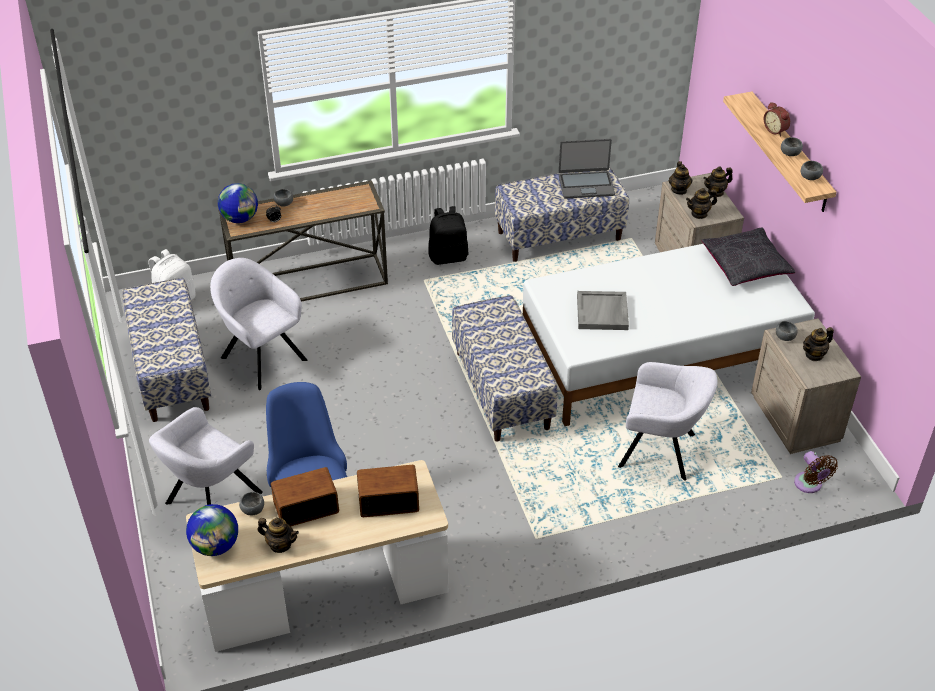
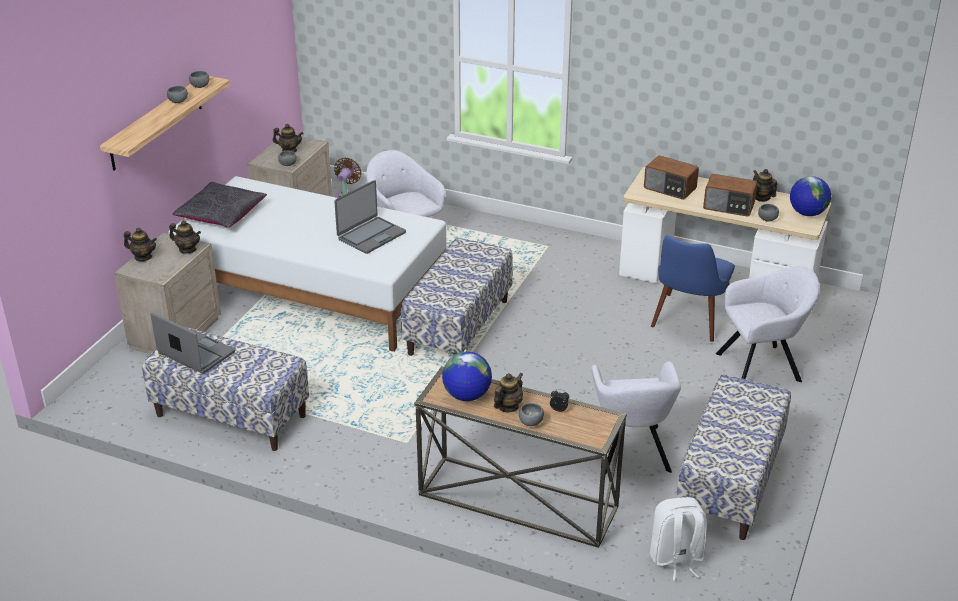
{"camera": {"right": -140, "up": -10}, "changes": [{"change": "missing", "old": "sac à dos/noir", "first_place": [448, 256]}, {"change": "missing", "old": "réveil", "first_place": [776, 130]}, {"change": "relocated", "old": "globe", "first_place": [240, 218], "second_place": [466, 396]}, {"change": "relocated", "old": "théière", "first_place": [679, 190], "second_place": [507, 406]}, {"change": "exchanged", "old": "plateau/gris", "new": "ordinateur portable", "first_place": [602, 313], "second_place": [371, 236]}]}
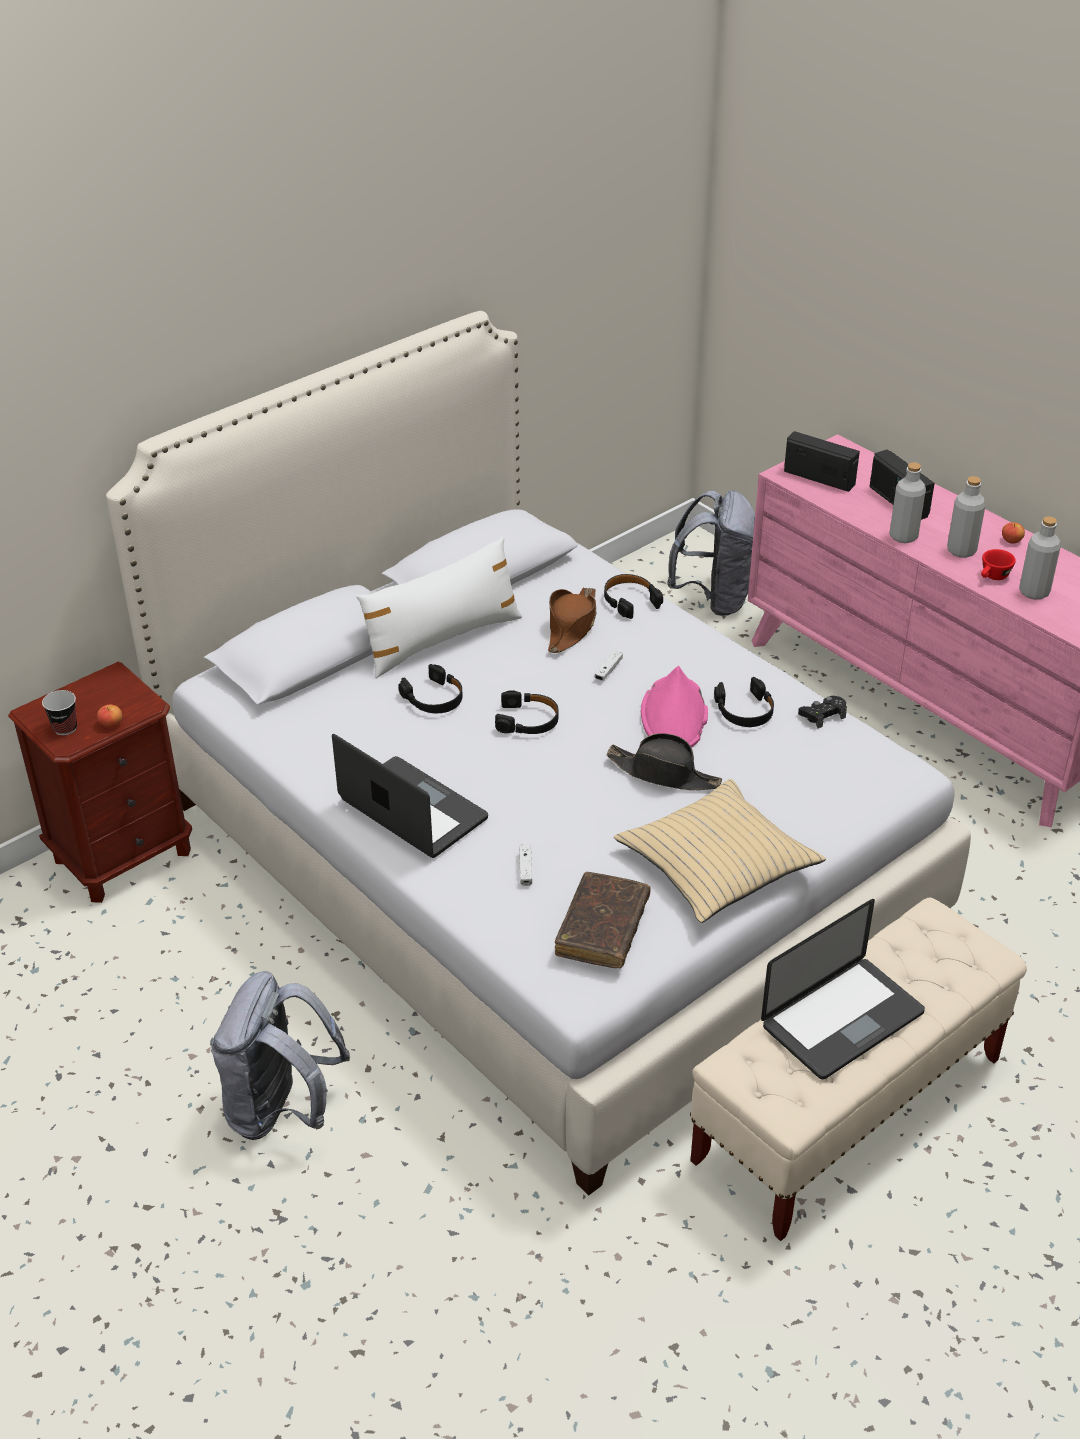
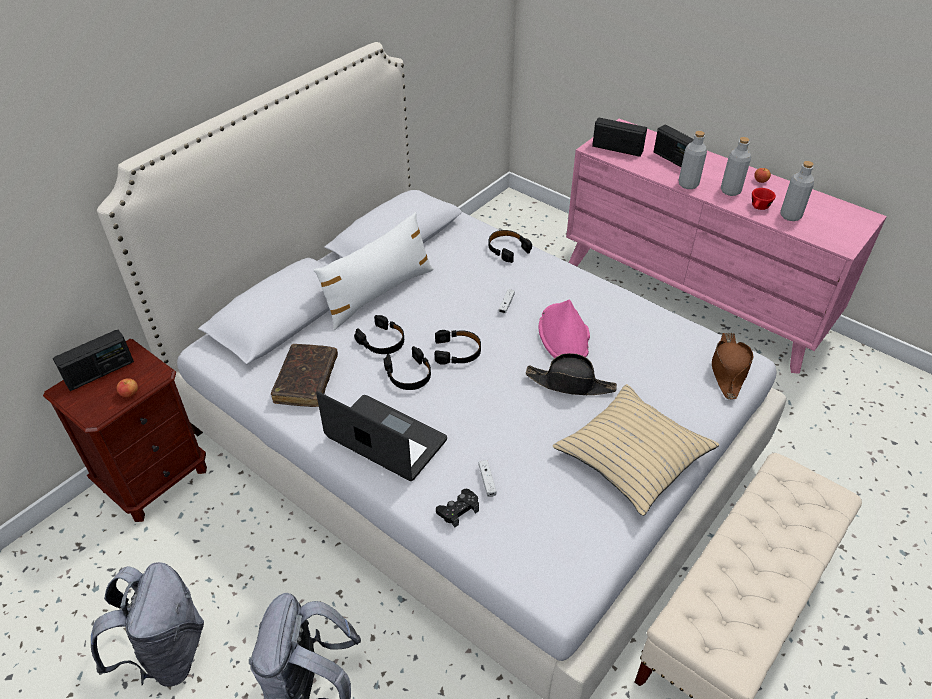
{"camera": {"right": -10, "up": 5}, "changes": [{"change": "missing", "old": "tasse", "first_place": [65, 728]}, {"change": "missing", "old": "ordinateur portable", "first_place": [842, 1020]}, {"change": "appeared", "new": "radio", "second_place": [100, 372]}, {"change": "relocated", "old": "chapeau/marron", "first_place": [572, 626], "second_place": [728, 370]}, {"change": "relocated", "old": "livre/marron", "first_place": [602, 929], "second_place": [306, 381]}, {"change": "relocated", "old": "sac à dos/gris", "first_place": [714, 598], "second_place": [167, 653]}, {"change": "relocated", "old": "casque audio/noir", "first_place": [745, 711], "second_place": [409, 375]}, {"change": "relocated", "old": "manette/noir", "first_place": [823, 715], "second_place": [458, 510]}]}
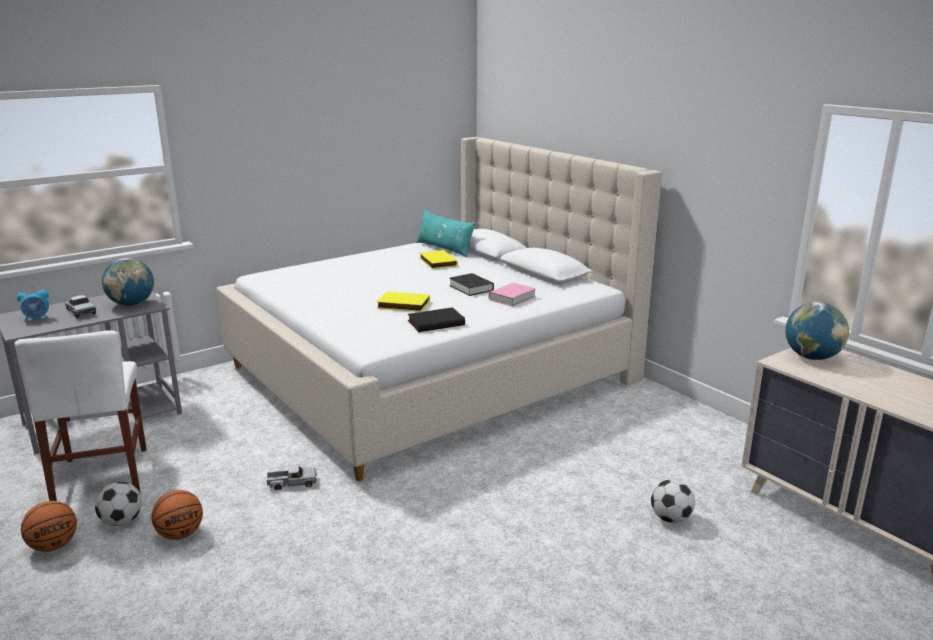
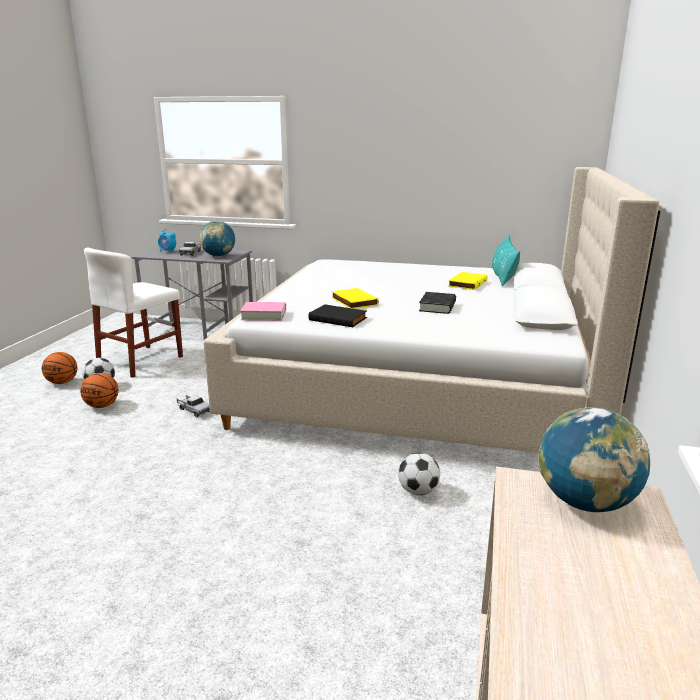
{"camera": {"right": 50, "up": 0}, "changes": [{"change": "relocated", "old": "livre/rose", "first_place": [512, 298], "second_place": [264, 315]}, {"change": "relocated", "old": "ballon de foot", "first_place": [671, 519], "second_place": [418, 491]}]}
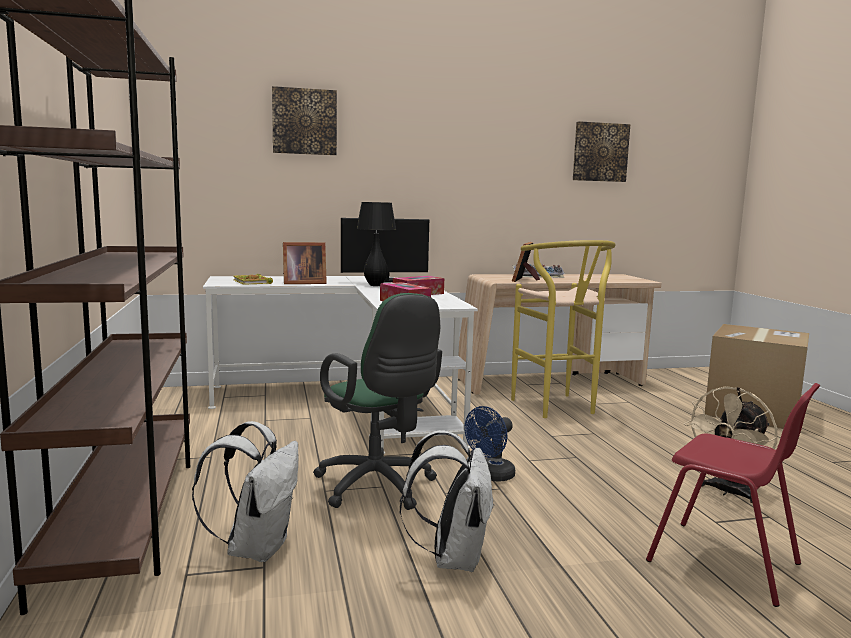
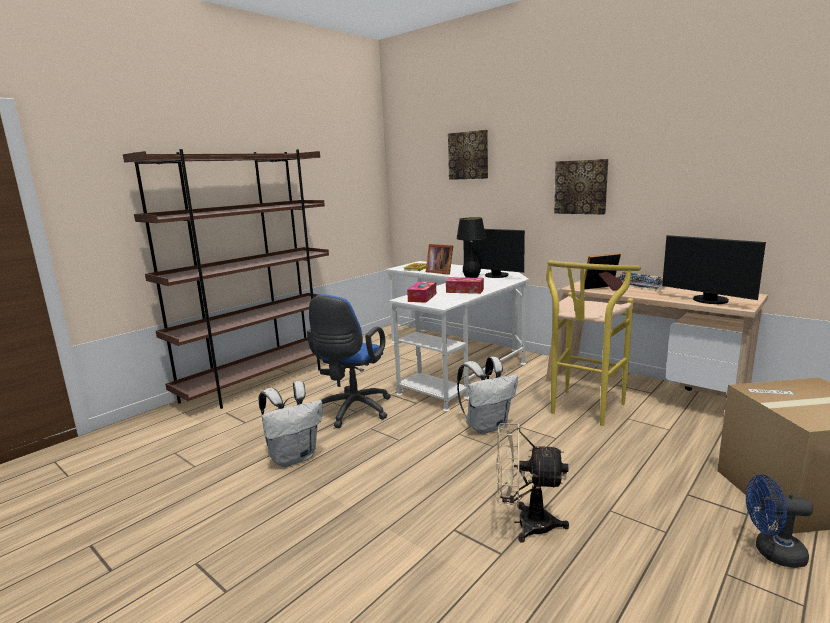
{"camera": {"right": 55, "up": 5}, "changes": [{"change": "missing", "old": "chaise/rouge", "first_place": [725, 563]}, {"change": "appeared", "new": "écran d'ordinateur", "second_place": [709, 301]}, {"change": "relocated", "old": "sac à dos/blanc", "first_place": [256, 548], "second_place": [487, 426]}, {"change": "relocated", "old": "ventilateur/bleu", "first_place": [491, 476], "second_place": [772, 552]}, {"change": "relocated", "old": "tableau", "first_place": [600, 152], "second_place": [581, 187]}, {"change": "colour", "old": "chaise de bureau/vert", "new": "chaise de bureau/bleu", "first_place": [378, 488], "second_place": [352, 411]}]}
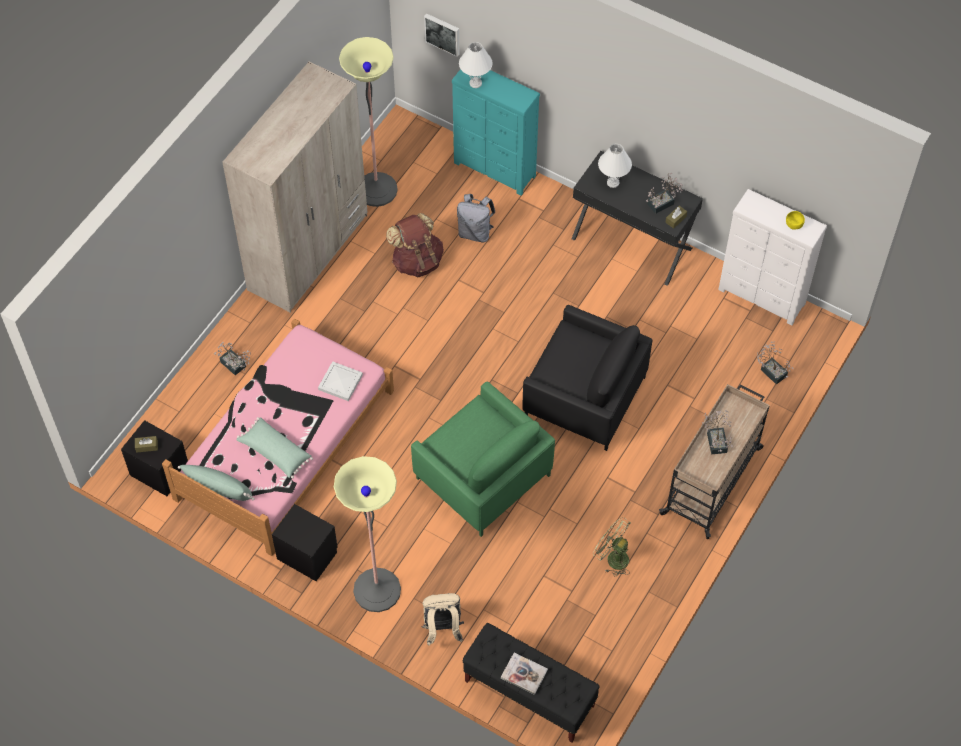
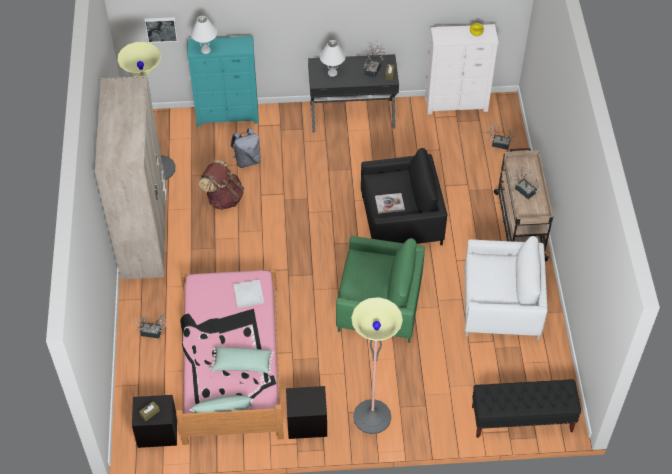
{"camera": {"right": -35, "up": -5}, "changes": [{"change": "missing", "old": "sac à dos/beige", "first_place": [442, 629]}, {"change": "relocated", "old": "livre", "first_place": [524, 674], "second_place": [389, 204]}, {"change": "exchanged", "old": "ventilateur/vert", "new": "fauteuil/blanc", "first_place": [613, 557], "second_place": [501, 306]}]}
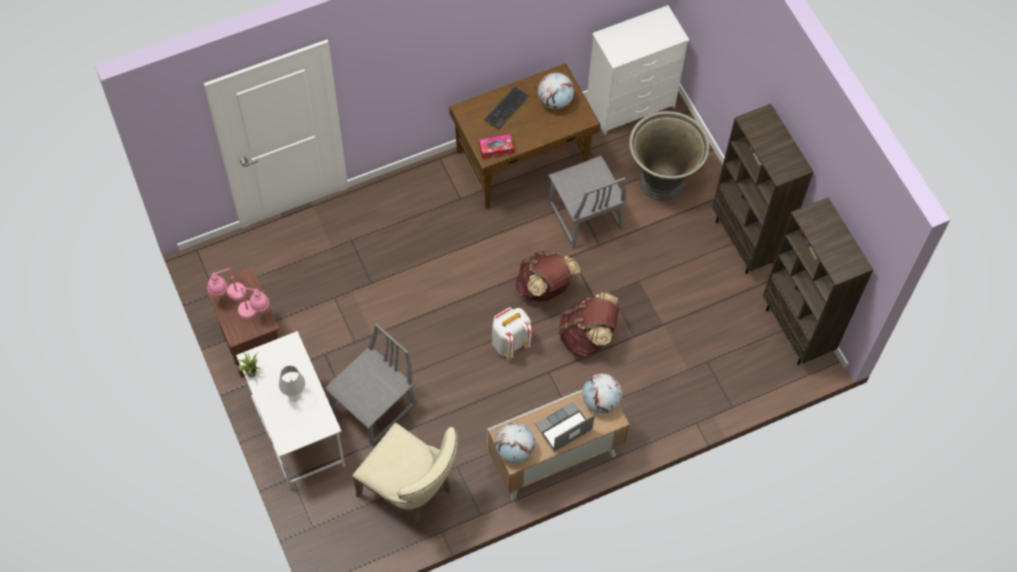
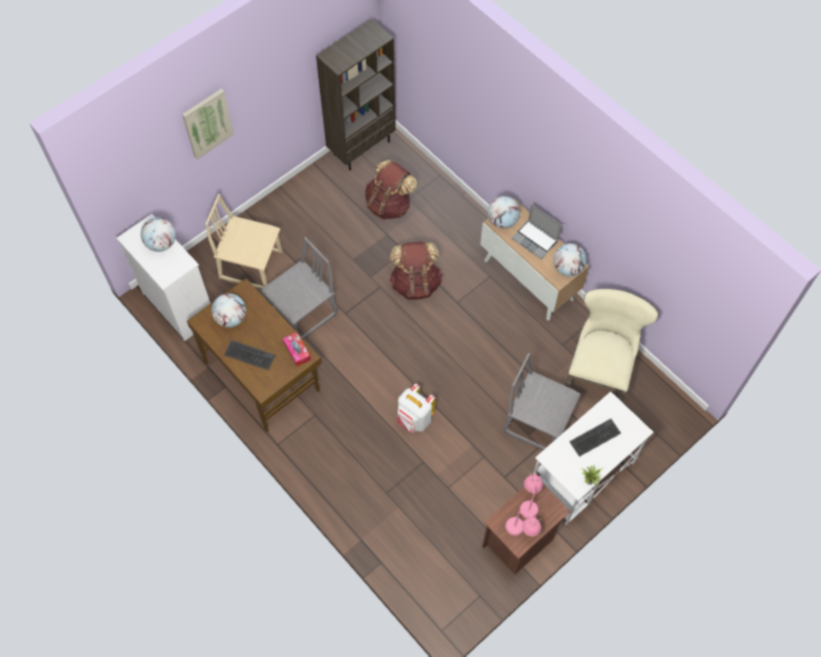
{"camera": {"right": -105, "up": 0}, "changes": [{"change": "missing", "old": "bibliothèque/marron", "first_place": [745, 242]}, {"change": "appeared", "new": "globe", "second_place": [161, 243]}, {"change": "appeared", "new": "tableau", "second_place": [207, 123]}, {"change": "relocated", "old": "sac à dos/blanc", "first_place": [510, 343], "second_place": [414, 419]}, {"change": "relocated", "old": "sac à dos/marron", "first_place": [545, 288], "second_place": [389, 204]}, {"change": "exchanged", "old": "lampe de table/blanc", "new": "clavier", "first_place": [294, 395], "second_place": [595, 438]}, {"change": "exchanged", "old": "cache-pot/gris", "new": "chaise/beige", "first_place": [662, 181], "second_place": [251, 264]}]}
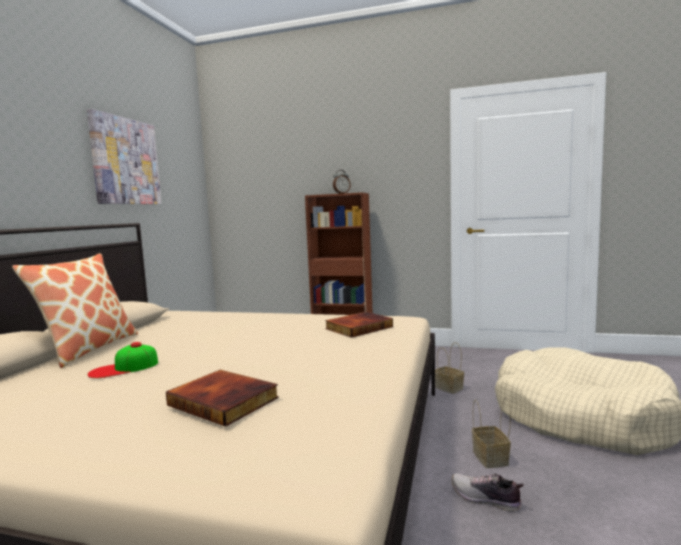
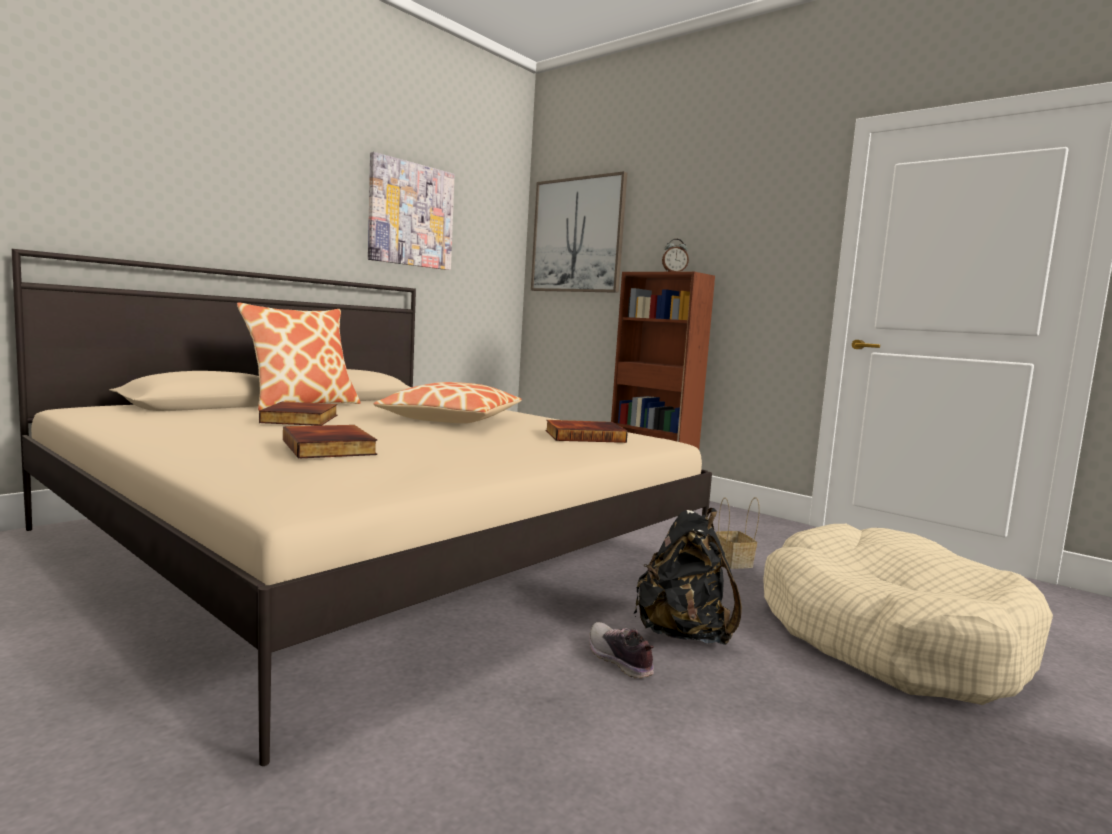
{"camera": {"right": 25, "up": 0}, "changes": [{"change": "appeared", "new": "coussin", "second_place": [451, 419]}, {"change": "appeared", "new": "tableau", "second_place": [577, 235]}, {"change": "exchanged", "old": "casquette", "new": "livre", "first_place": [124, 368], "second_place": [302, 419]}, {"change": "exchanged", "old": "panier", "new": "sac à dos/noir", "first_place": [491, 458], "second_place": [683, 634]}]}
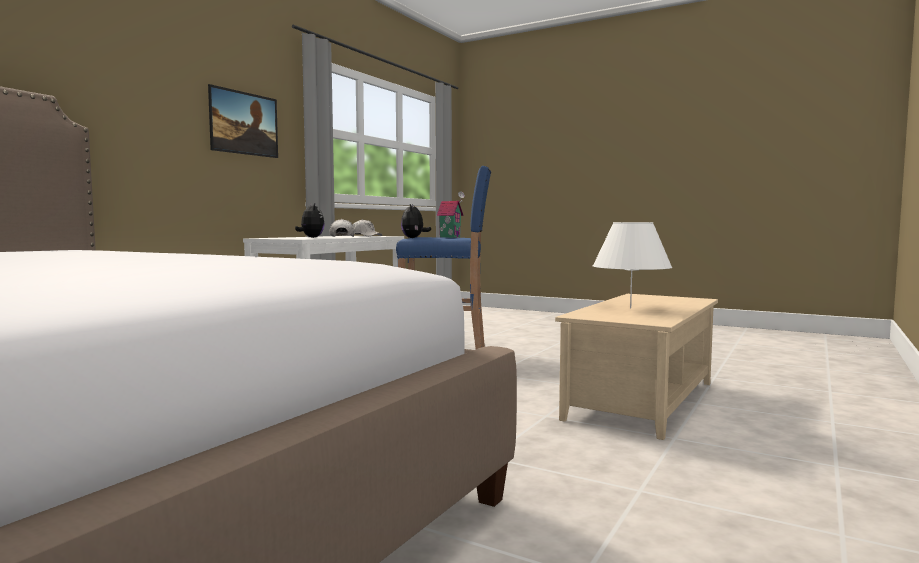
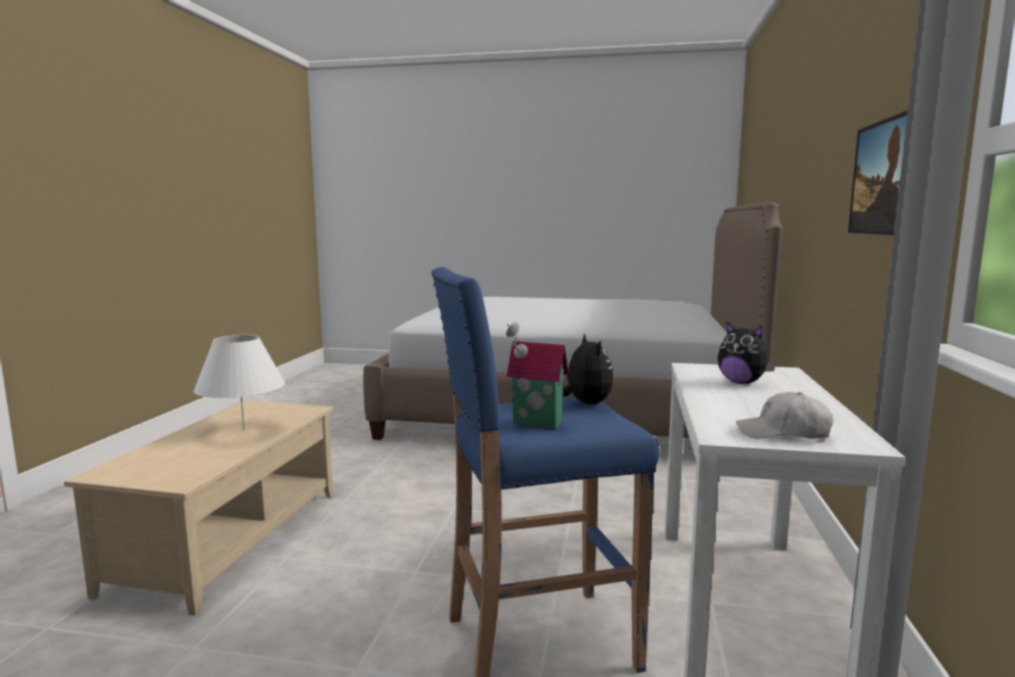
{"camera": {"right": 160, "up": 5}, "changes": [{"change": "missing", "old": "casquette/blanc", "first_place": [342, 237]}]}
